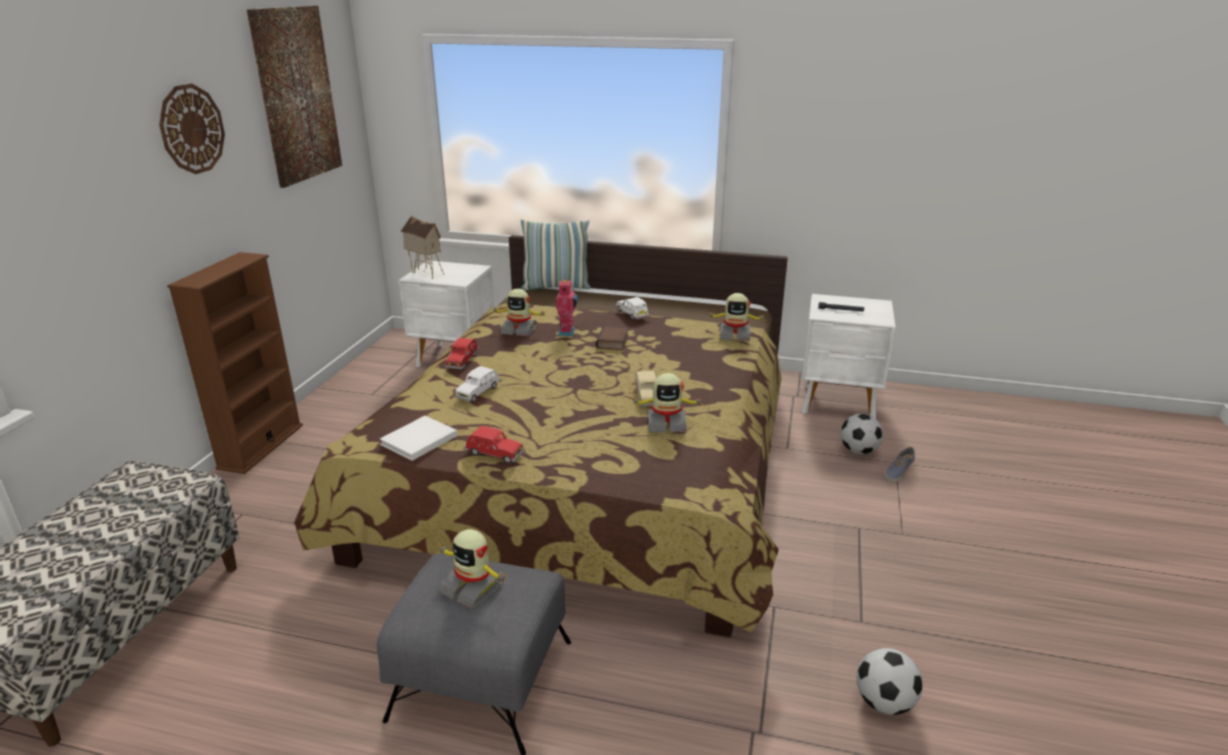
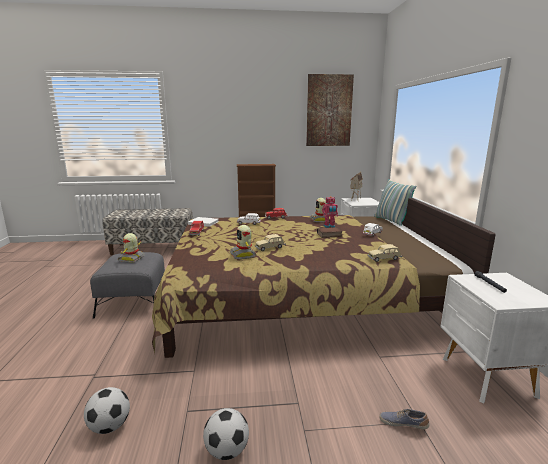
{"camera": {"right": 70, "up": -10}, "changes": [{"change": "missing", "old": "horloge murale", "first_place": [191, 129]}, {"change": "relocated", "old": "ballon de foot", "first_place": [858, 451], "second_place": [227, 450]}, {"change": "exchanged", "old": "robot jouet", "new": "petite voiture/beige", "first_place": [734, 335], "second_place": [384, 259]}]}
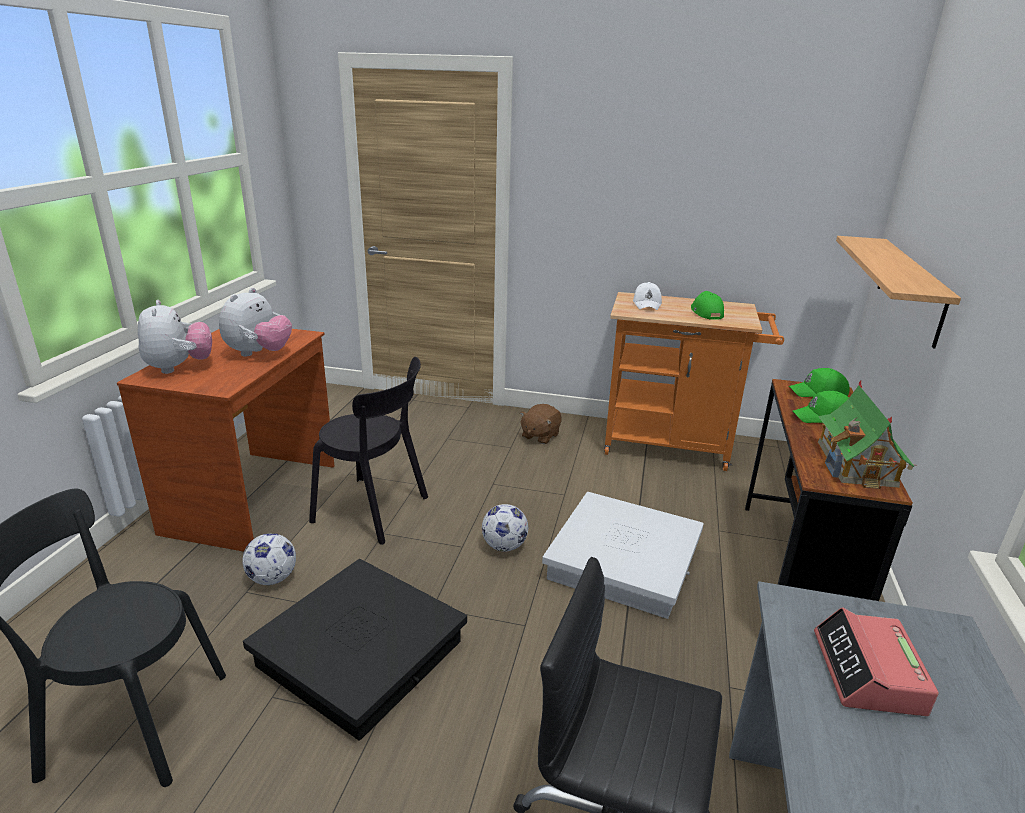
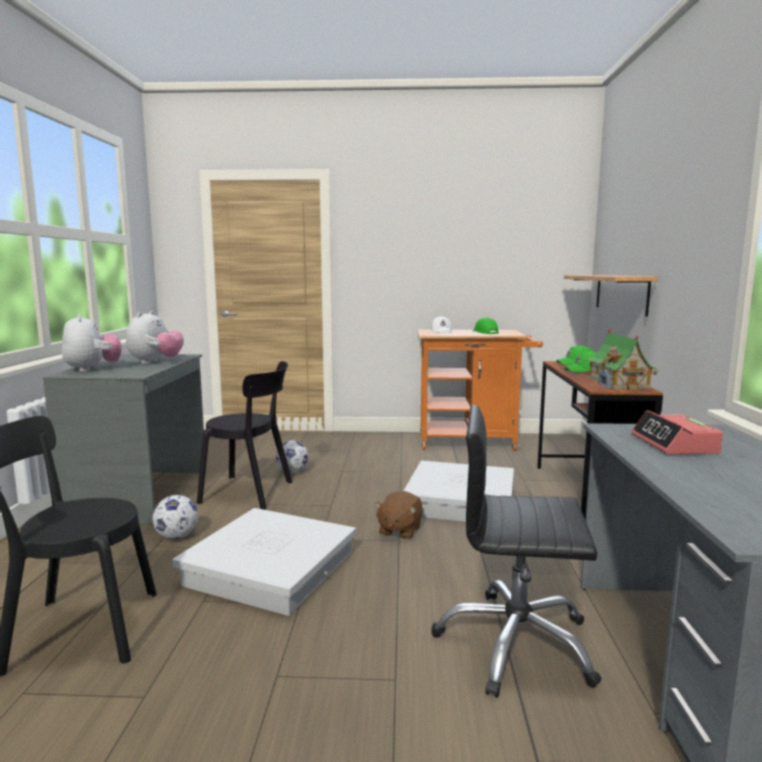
{"camera": {"right": -10, "up": -15}, "changes": [{"change": "relocated", "old": "ballon de foot", "first_place": [504, 546], "second_place": [292, 472]}, {"change": "relocated", "old": "peluche/marron", "first_place": [540, 436], "second_place": [399, 530]}, {"change": "colour", "old": "bureau/marron", "new": "bureau/gris", "first_place": [254, 498], "second_place": [142, 495]}, {"change": "colour", "old": "boîte de rangement/noir", "new": "boîte de rangement/blanc", "first_place": [361, 652], "second_place": [270, 568]}]}
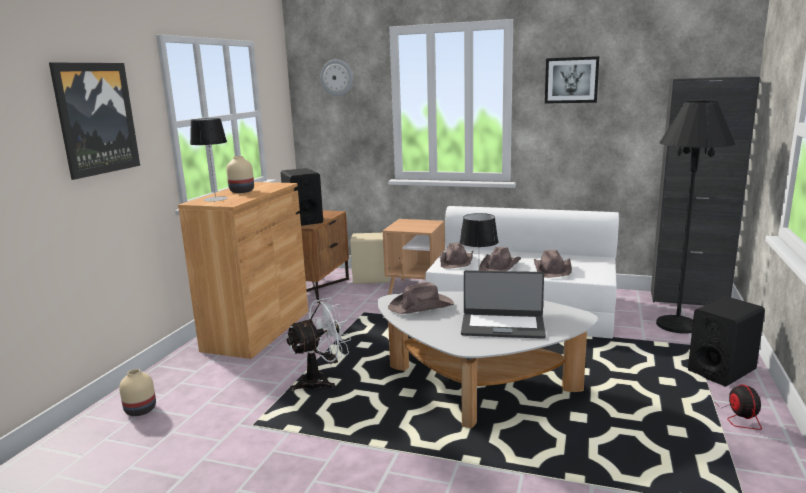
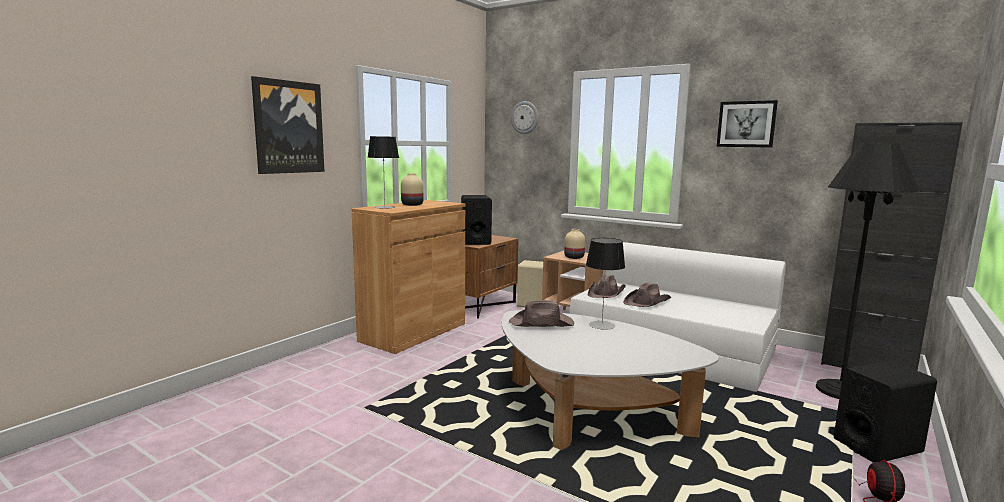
{"camera": {"right": 15, "up": -5}, "changes": [{"change": "missing", "old": "ventilateur/blanc", "first_place": [321, 381]}, {"change": "missing", "old": "ordinateur portable", "first_place": [502, 326]}, {"change": "missing", "old": "chapeau/marron", "first_place": [553, 269]}, {"change": "relocated", "old": "vase/beige", "first_place": [139, 410], "second_place": [573, 257]}]}
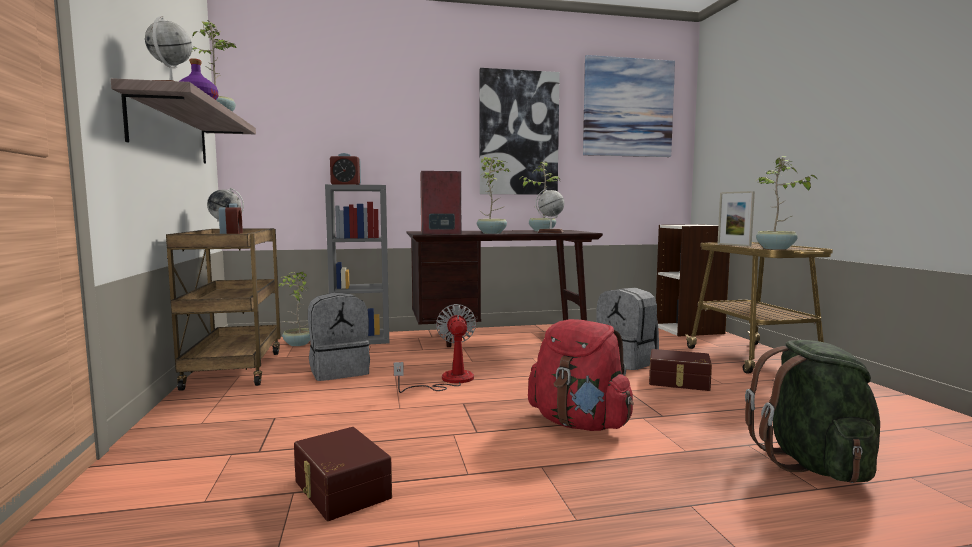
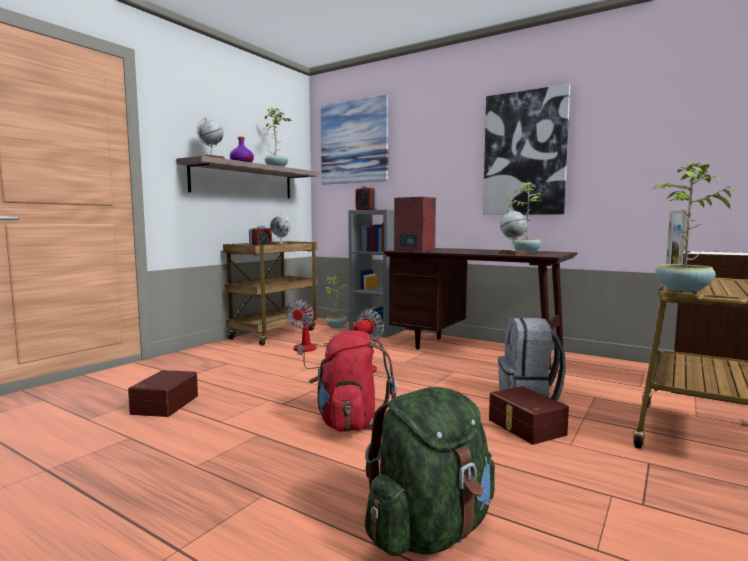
{"camera": {"right": 45, "up": 0}, "changes": [{"change": "missing", "old": "plante en pot", "first_place": [492, 233]}, {"change": "relocated", "old": "tableau", "first_place": [628, 108], "second_place": [354, 142]}, {"change": "exchanged", "old": "sac à dos/gris", "new": "ventilateur", "first_place": [339, 371], "second_place": [314, 348]}]}
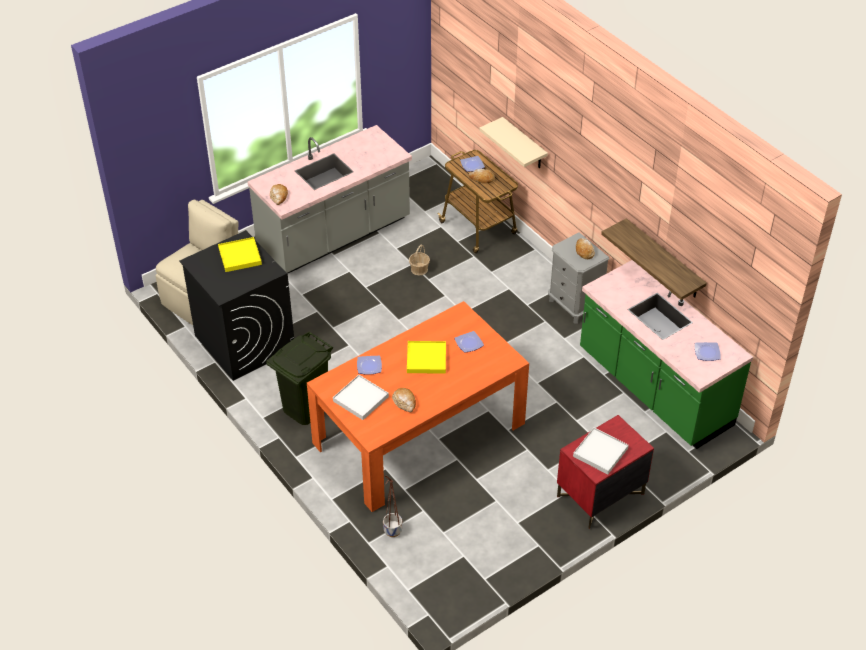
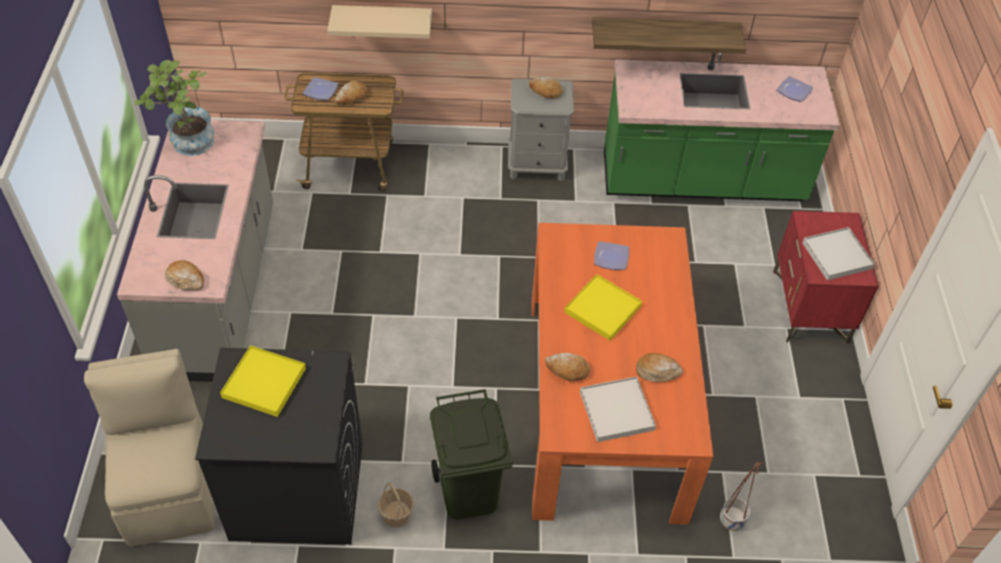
{"camera": {"right": -55, "up": 5}, "changes": [{"change": "appeared", "new": "plante en pot", "second_place": [188, 145]}, {"change": "relocated", "old": "panier", "first_place": [419, 269], "second_place": [397, 514]}, {"change": "exchanged", "old": "assiette", "new": "pain", "first_place": [368, 366], "second_place": [567, 370]}]}
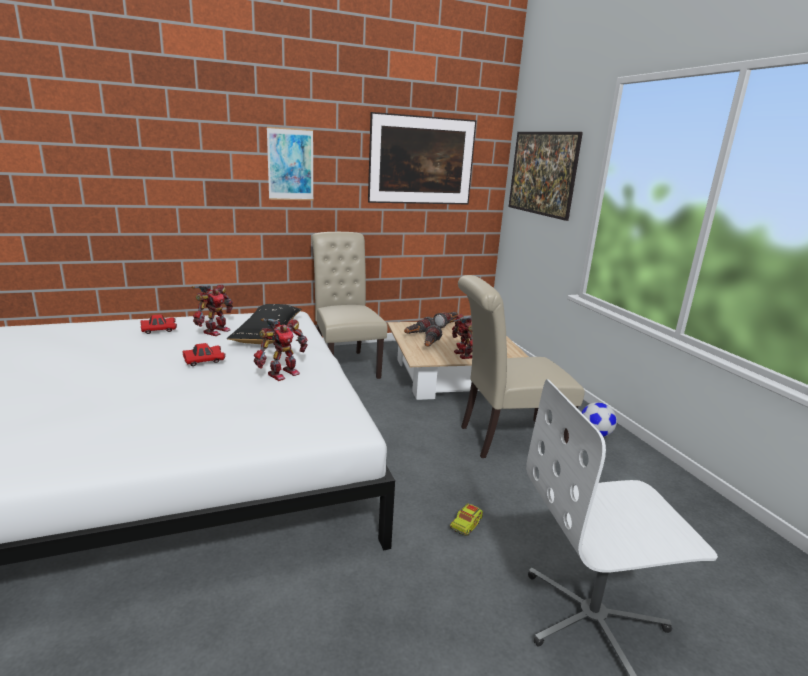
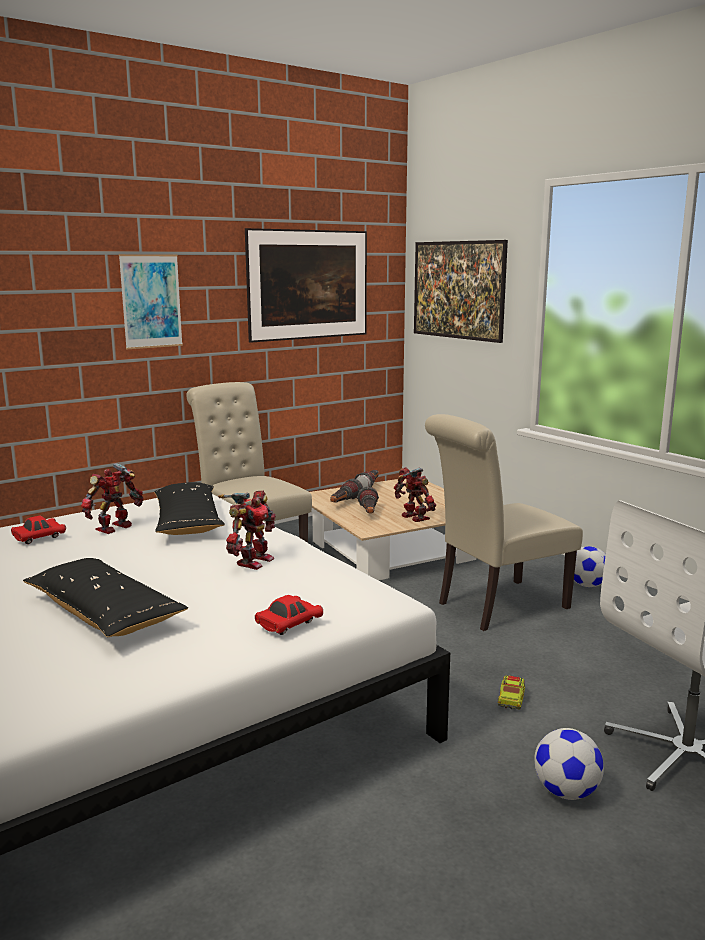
{"camera": {"right": -15, "up": -5}, "changes": [{"change": "appeared", "new": "coussin/noir", "second_place": [104, 613]}, {"change": "appeared", "new": "ballon de foot", "second_place": [566, 792]}, {"change": "relocated", "old": "petite voiture/rouge", "first_place": [204, 361], "second_place": [288, 625]}, {"change": "spun", "old": "robot jouet", "first_place": [215, 331], "second_place": [115, 528], "degrees": -150}]}
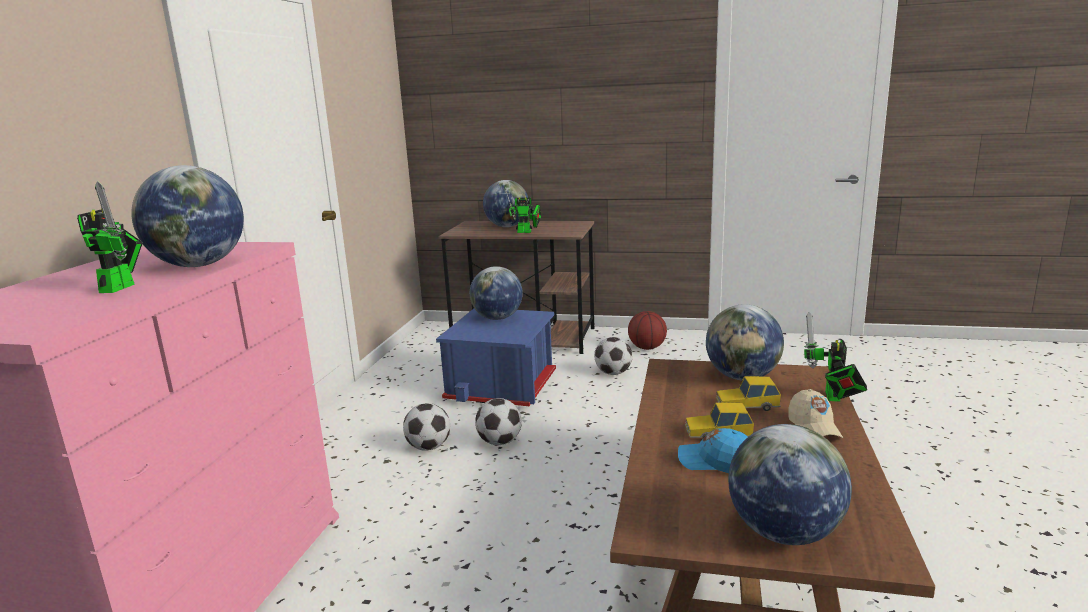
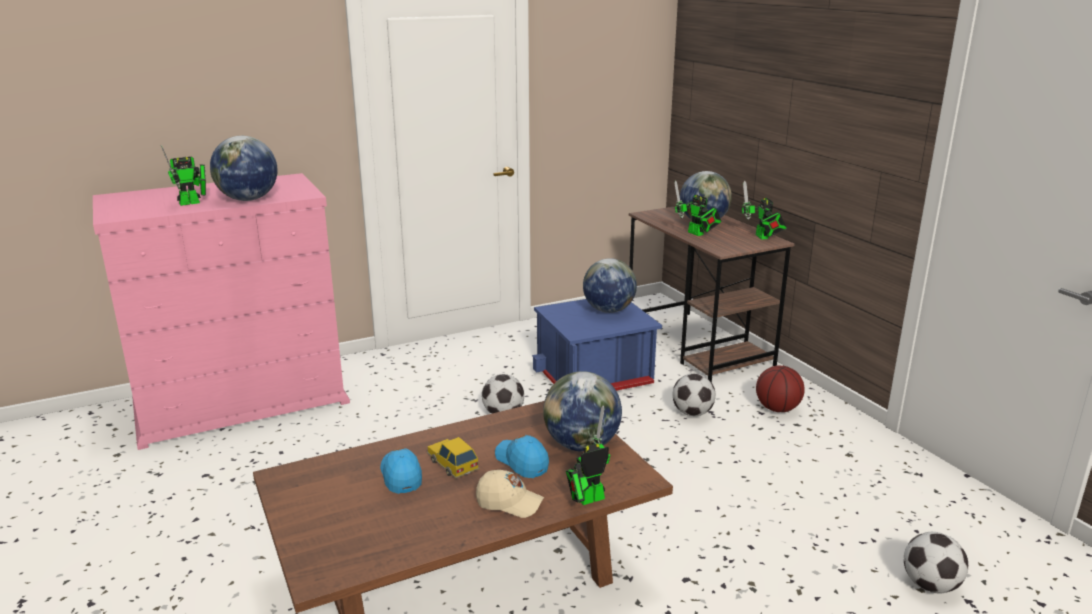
{"camera": {"right": 50, "up": 5}, "changes": [{"change": "missing", "old": "globe", "first_place": [783, 533]}, {"change": "appeared", "new": "robot jouet", "second_place": [762, 237]}, {"change": "relocated", "old": "ballon de foot", "first_place": [429, 447], "second_place": [930, 585]}, {"change": "exchanged", "old": "petite voiture", "new": "casquette/bleu", "first_place": [747, 405], "second_place": [522, 462]}, {"change": "spun", "old": "casquette/beige", "first_place": [813, 427], "second_place": [509, 503], "degrees": -120}]}
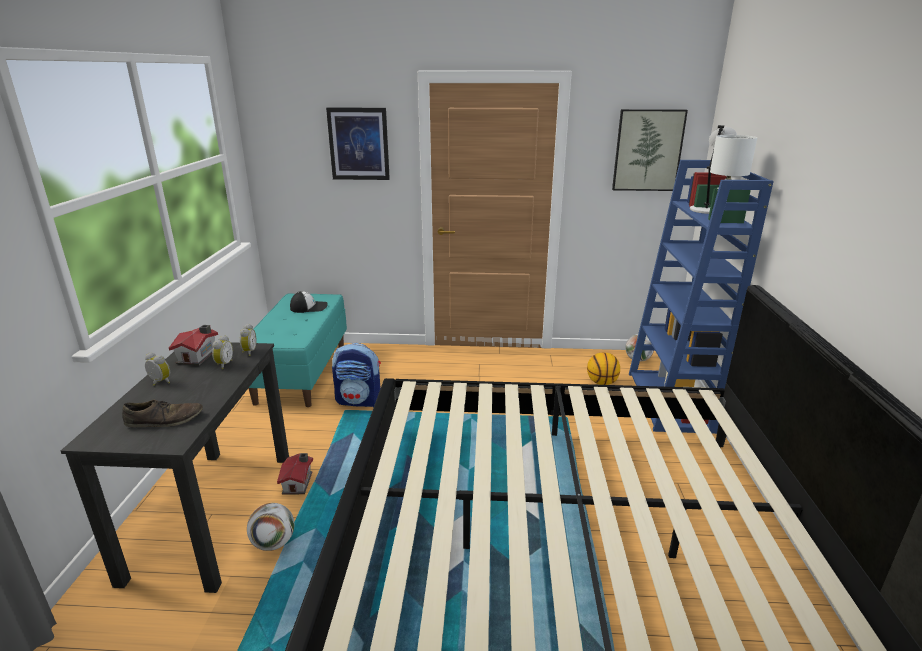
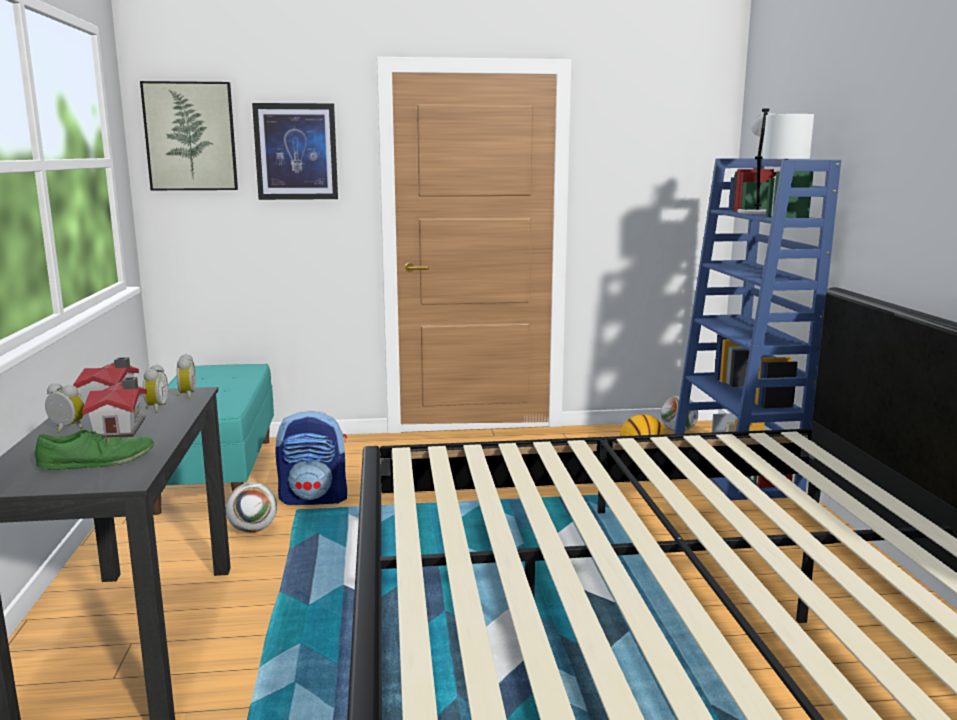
{"camera": {"right": -10, "up": -10}, "changes": [{"change": "missing", "old": "casquette", "first_place": [309, 307]}, {"change": "relocated", "old": "ballon de foot", "first_place": [273, 543], "second_place": [253, 530]}, {"change": "relocated", "old": "maison miniature", "first_place": [299, 482], "second_place": [121, 428]}, {"change": "relocated", "old": "tableau", "first_place": [647, 150], "second_place": [190, 136]}, {"change": "colour", "old": "chaussure/marron", "new": "chaussure/vert", "first_place": [165, 420], "second_place": [97, 461]}]}
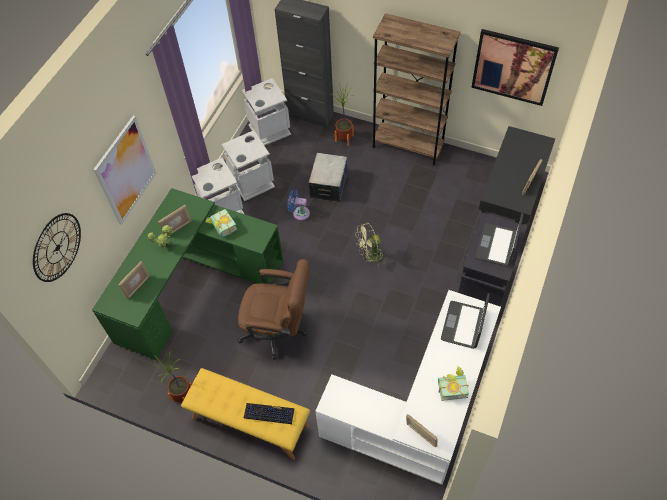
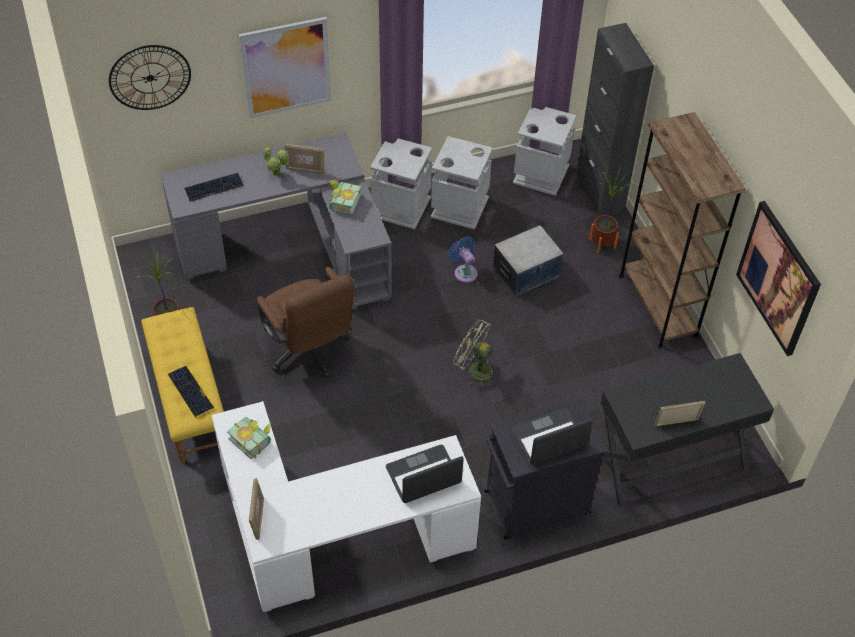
{"camera": {"right": 45, "up": -5}, "changes": [{"change": "relocated", "old": "livre", "first_place": [451, 387], "second_place": [253, 439]}, {"change": "exchanged", "old": "cadre photo", "new": "clavier", "first_place": [137, 287], "second_place": [214, 187]}, {"change": "colour", "old": "bureau/vert", "new": "bureau/gris", "first_place": [192, 284], "second_place": [293, 247]}]}
